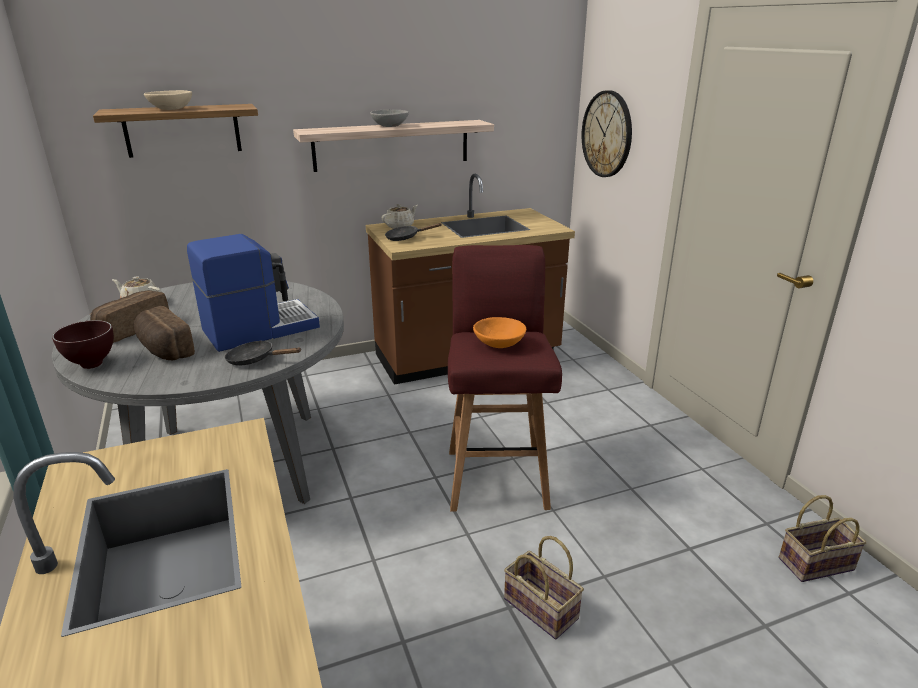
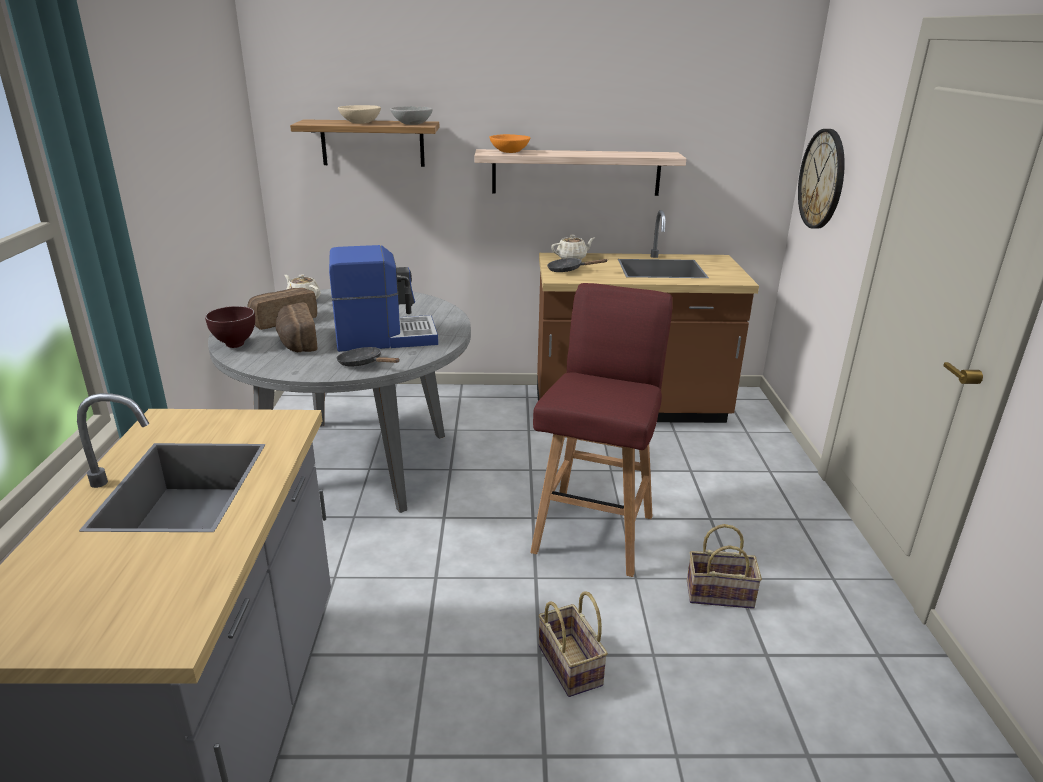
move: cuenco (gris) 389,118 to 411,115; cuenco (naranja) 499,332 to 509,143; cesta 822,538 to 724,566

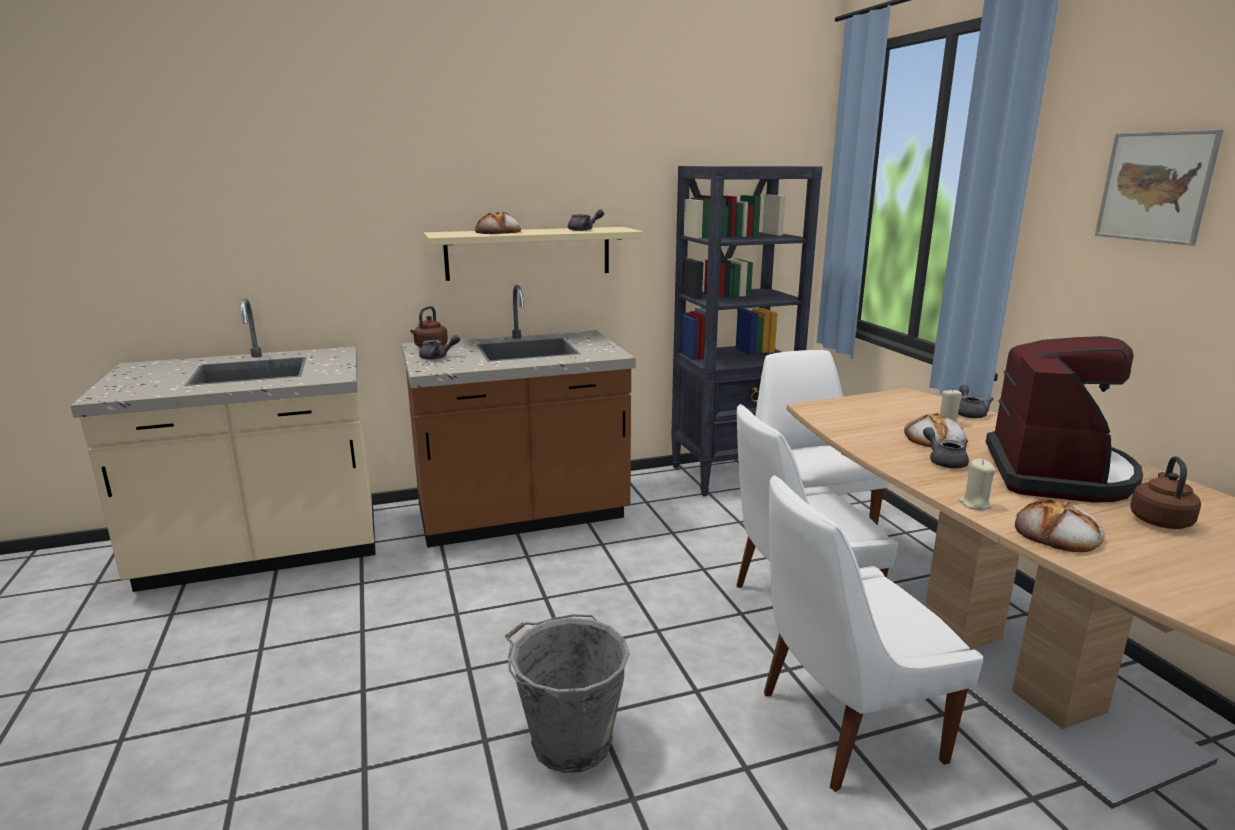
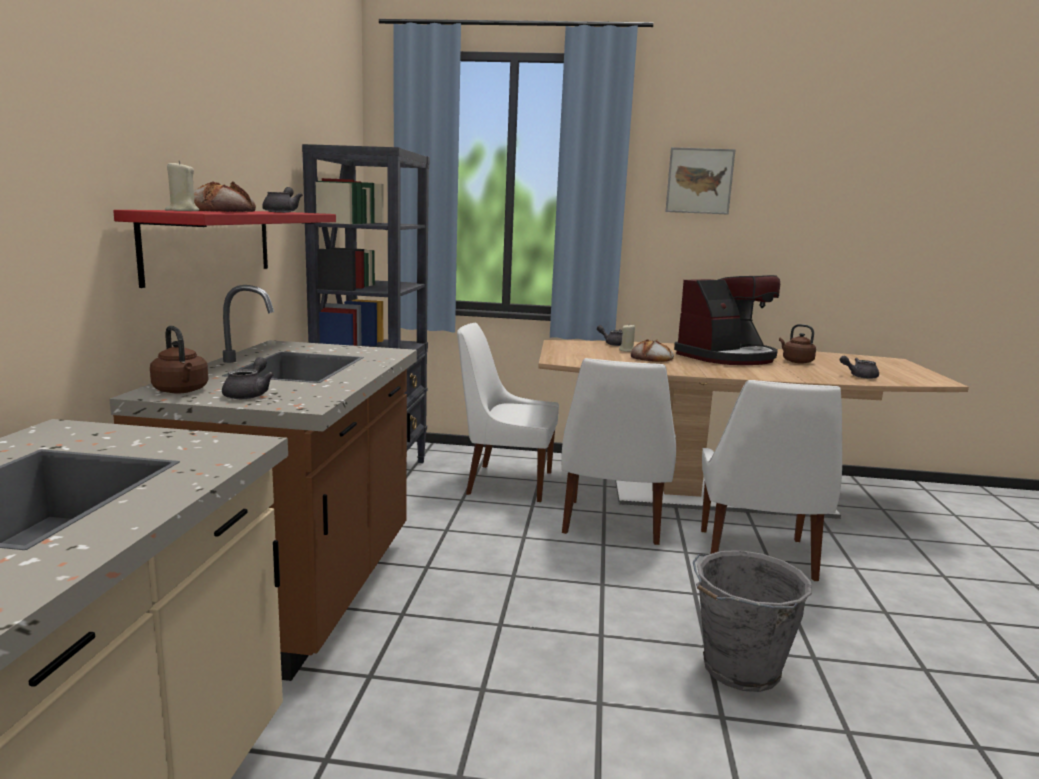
delete: pan 1060,525
move: tetera (gris) 946,448 to 859,367; vela (beis) 977,485 to 182,185
recolor: estante (beis) 533,254 to estante (rojo) 224,249
rotate: cafetera 1064,419 = 727,320 105 degrees clockwise

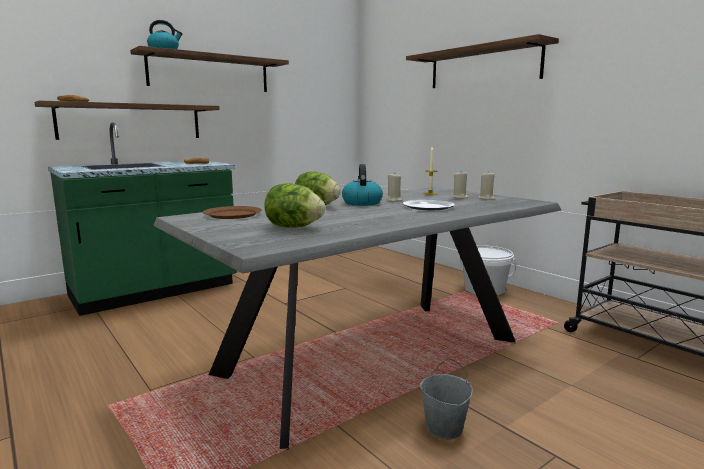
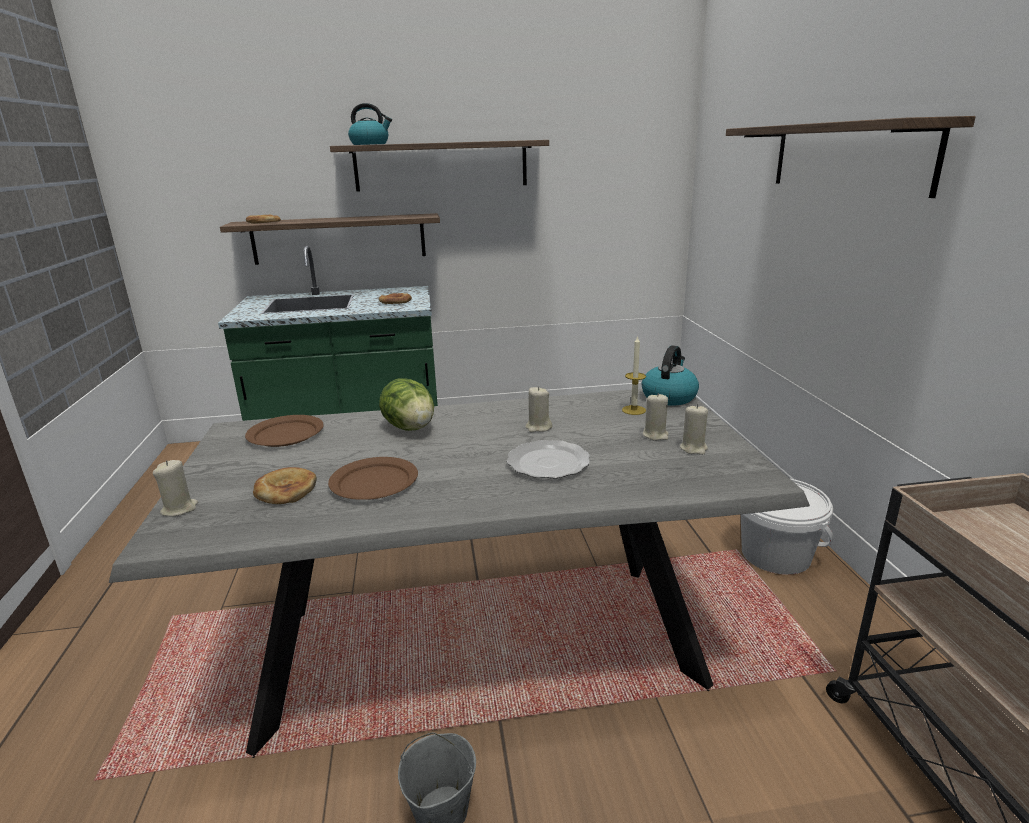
insert: plato (marrón) 373,478; vela (beis) 175,488
move: hervidor 362,185 to 670,375
replace: lechuga 294,205 to pan 285,485

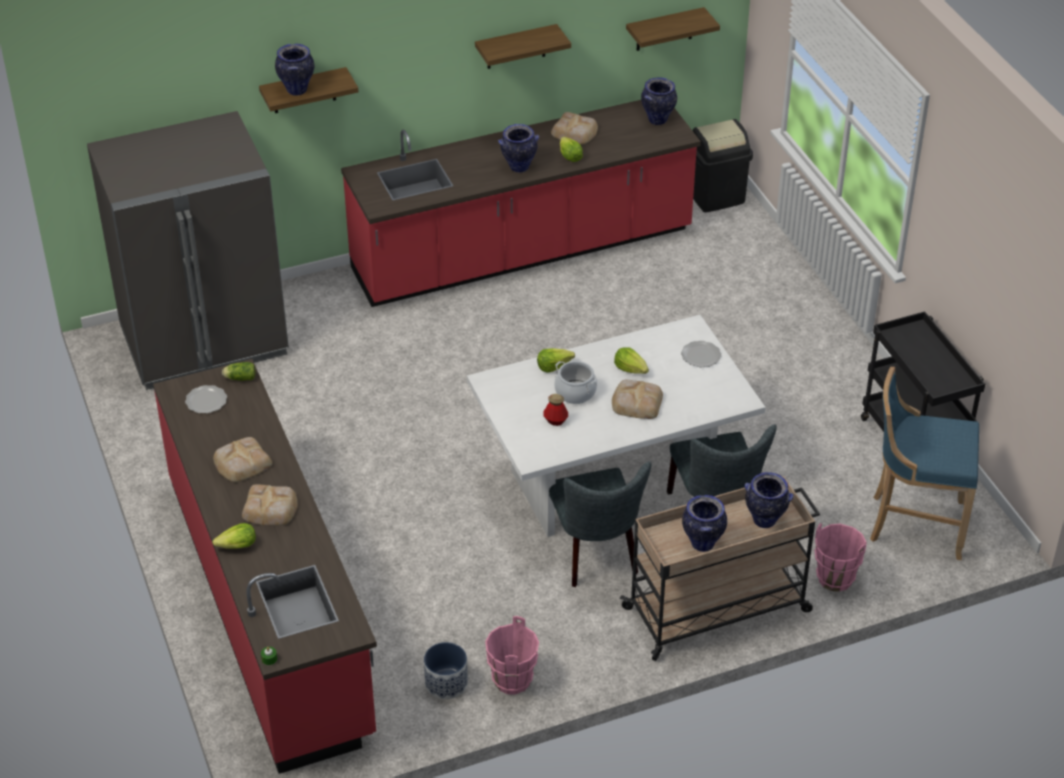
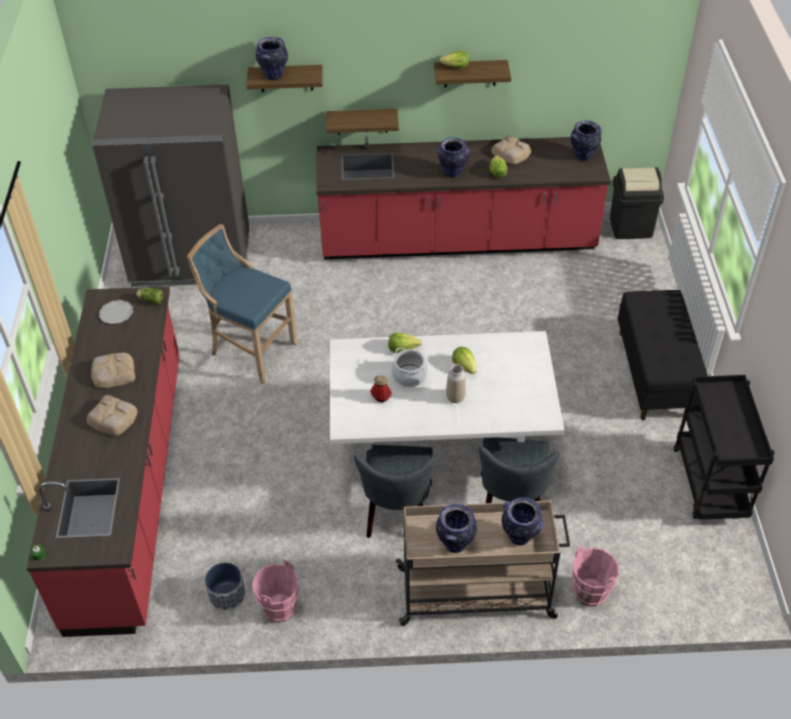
delete: plato 701,354
insert: banco (negro) 662,355
move: estante 673,29 to 362,122; taburete (azul) 924,463 to 242,304; lechuga 234,536 to 454,59
replace: pan 637,399 to florero 456,383

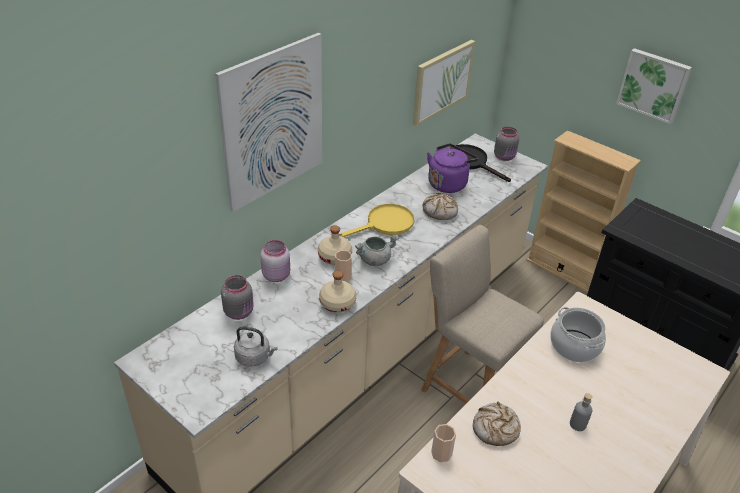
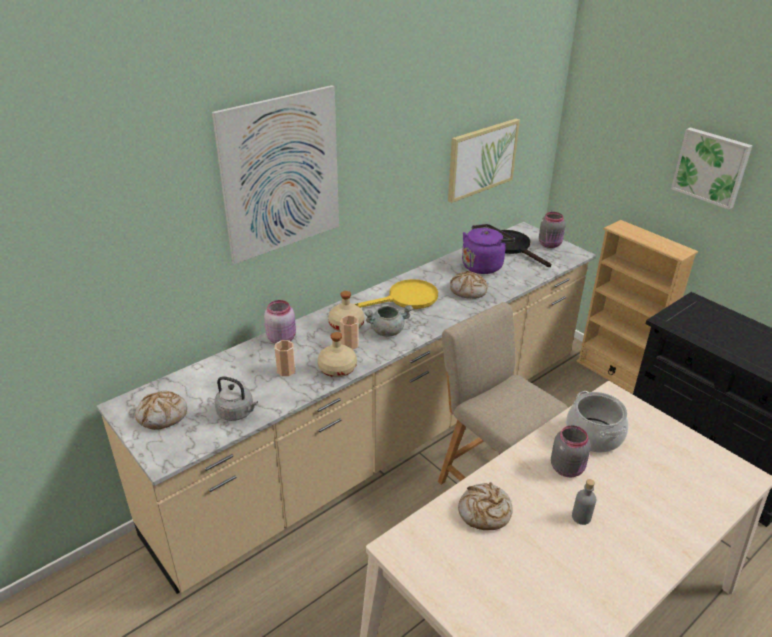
insert: pan 161,410
move: tarro (gris) 237,297 to 571,451; taza 443,443 to 285,358

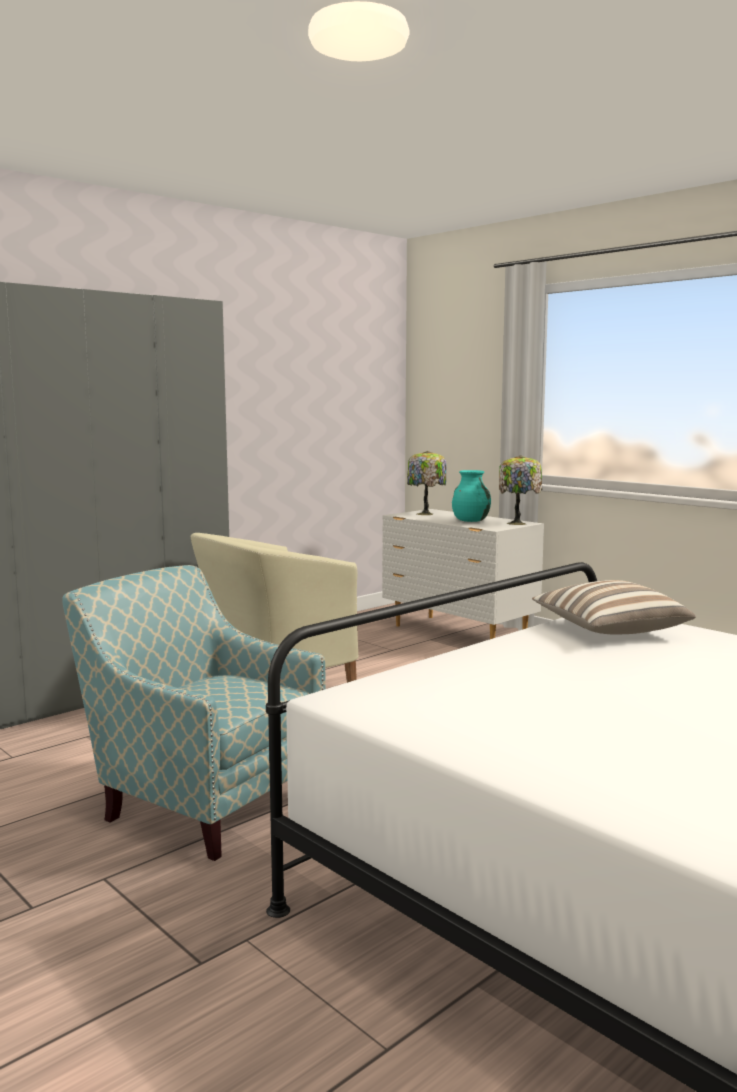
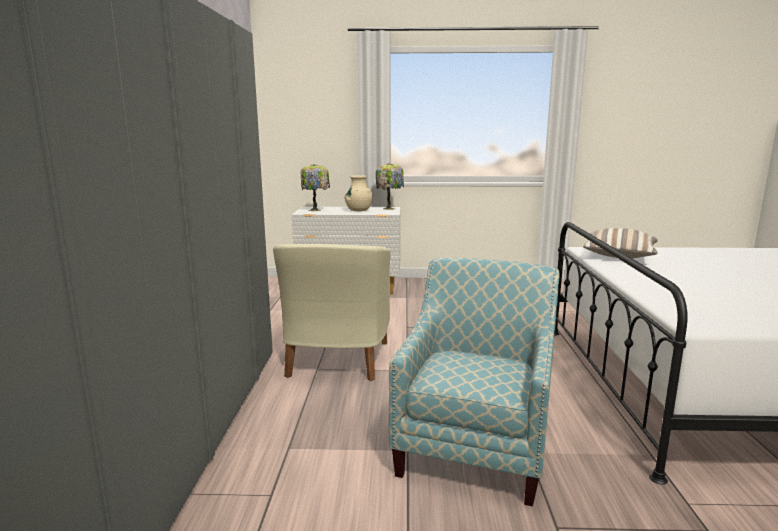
recolor: florero (turquesa) 471,496 to florero (beis) 358,193
rotate: sillón 194,713 = 474,382 120 degrees clockwise

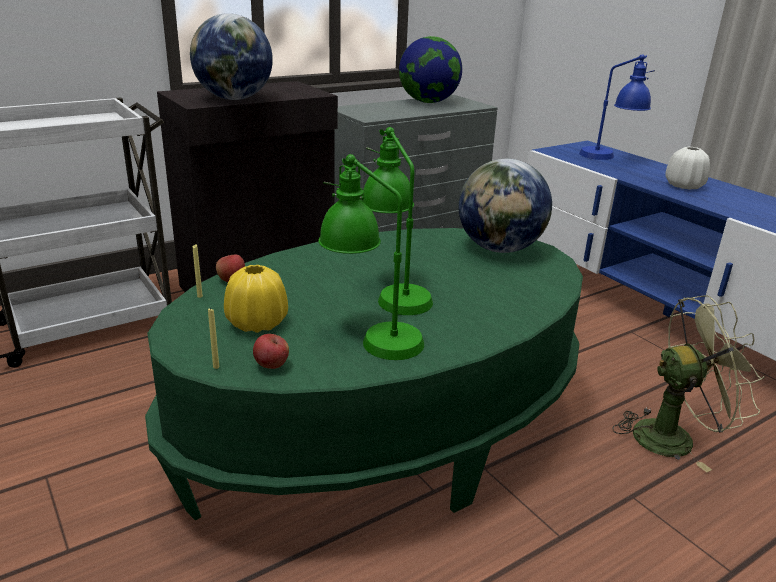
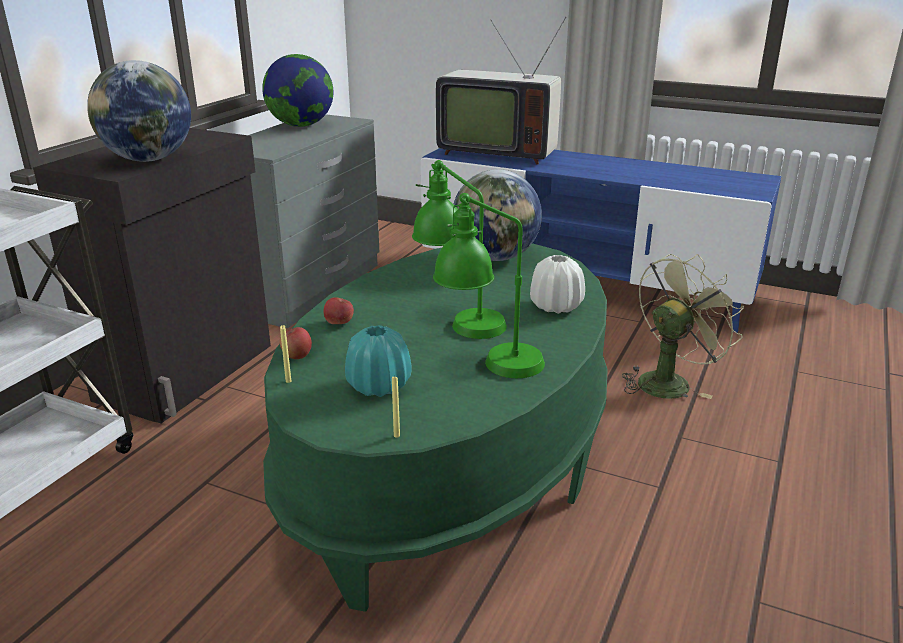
move: florero (blanco) 687,168 to 557,284; manzana 271,351 to 338,310
replace: lámpara de mesa (azul) 617,107 to televisor 501,91
recolor: florero (amarillo) 256,299 to florero (turquesa) 378,361

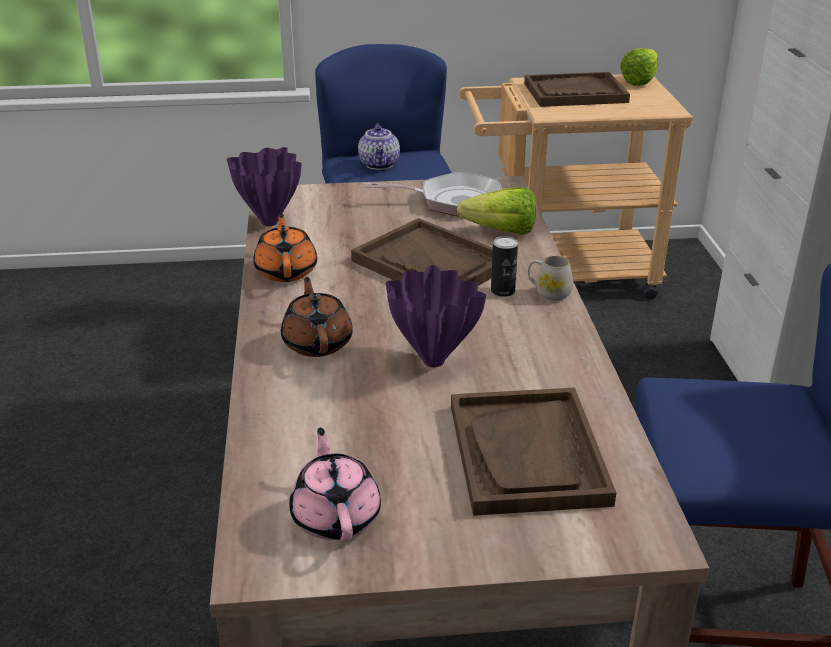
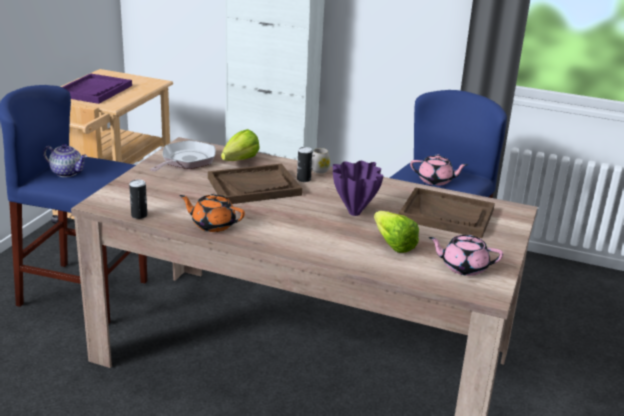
delete: tetera (marrón) 317,317
insert: tetera (rosa) 439,170
move: lechuga 639,67 to 396,232
replace: florero (morado) 264,186 to lata 138,199
recolor: bandeja (marrón) 577,89 to bandeja (morado) 97,88

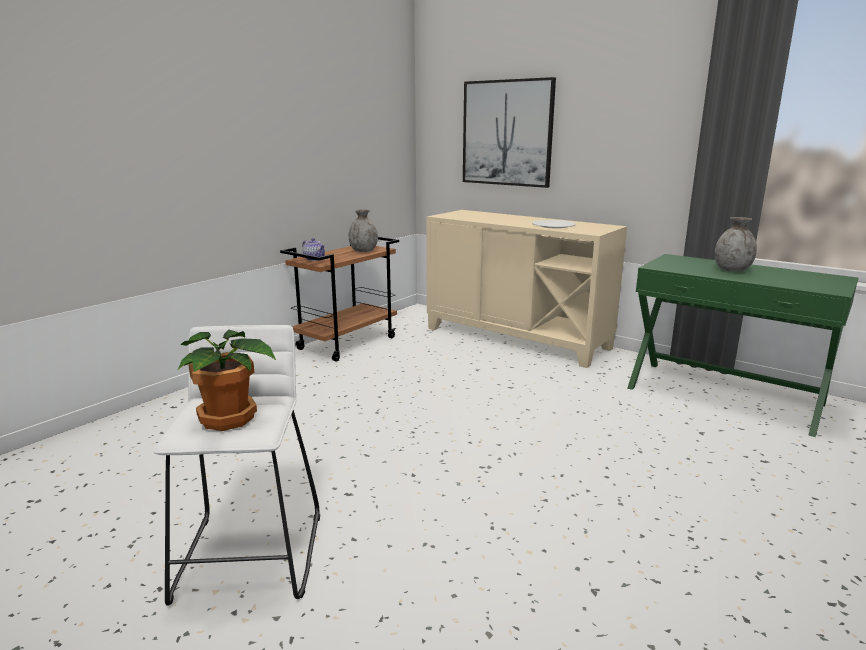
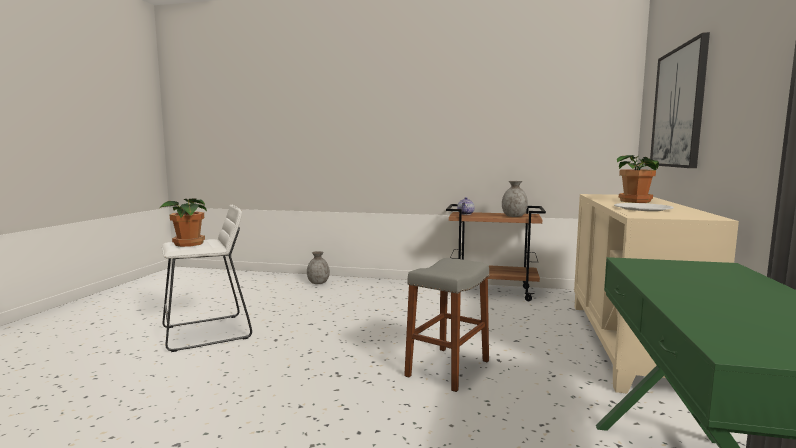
insert: planta en maceta 638,179; taburete (gris) 446,325
move: florero (gris) 736,244 to 318,267

